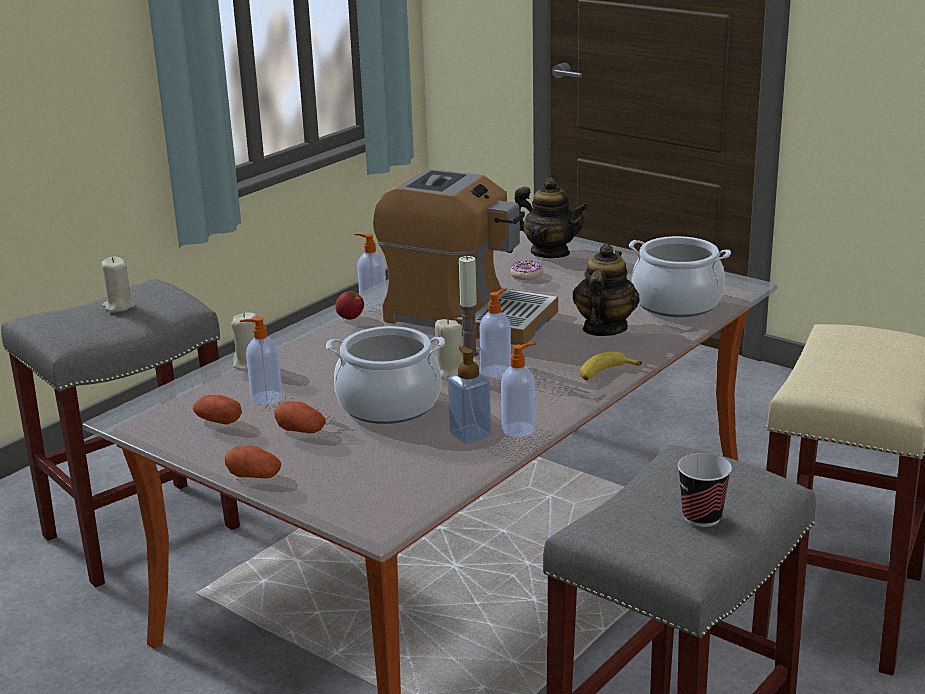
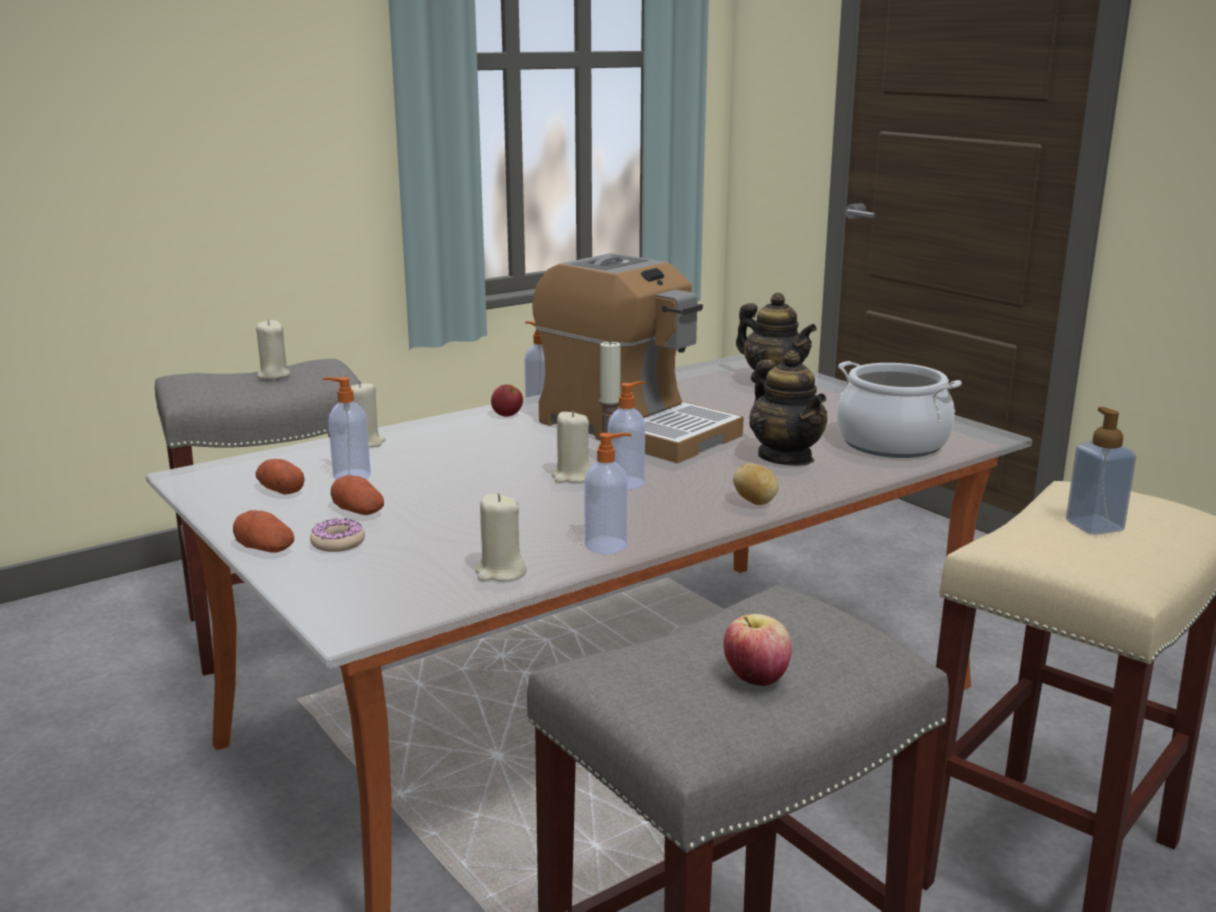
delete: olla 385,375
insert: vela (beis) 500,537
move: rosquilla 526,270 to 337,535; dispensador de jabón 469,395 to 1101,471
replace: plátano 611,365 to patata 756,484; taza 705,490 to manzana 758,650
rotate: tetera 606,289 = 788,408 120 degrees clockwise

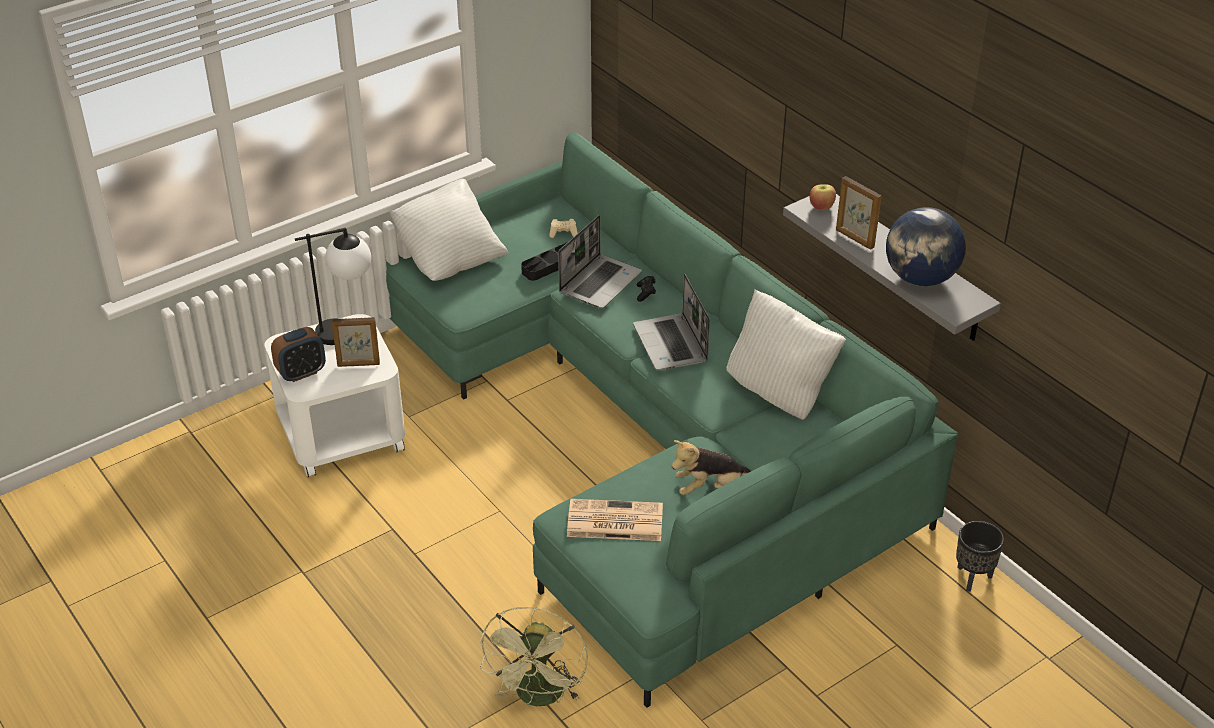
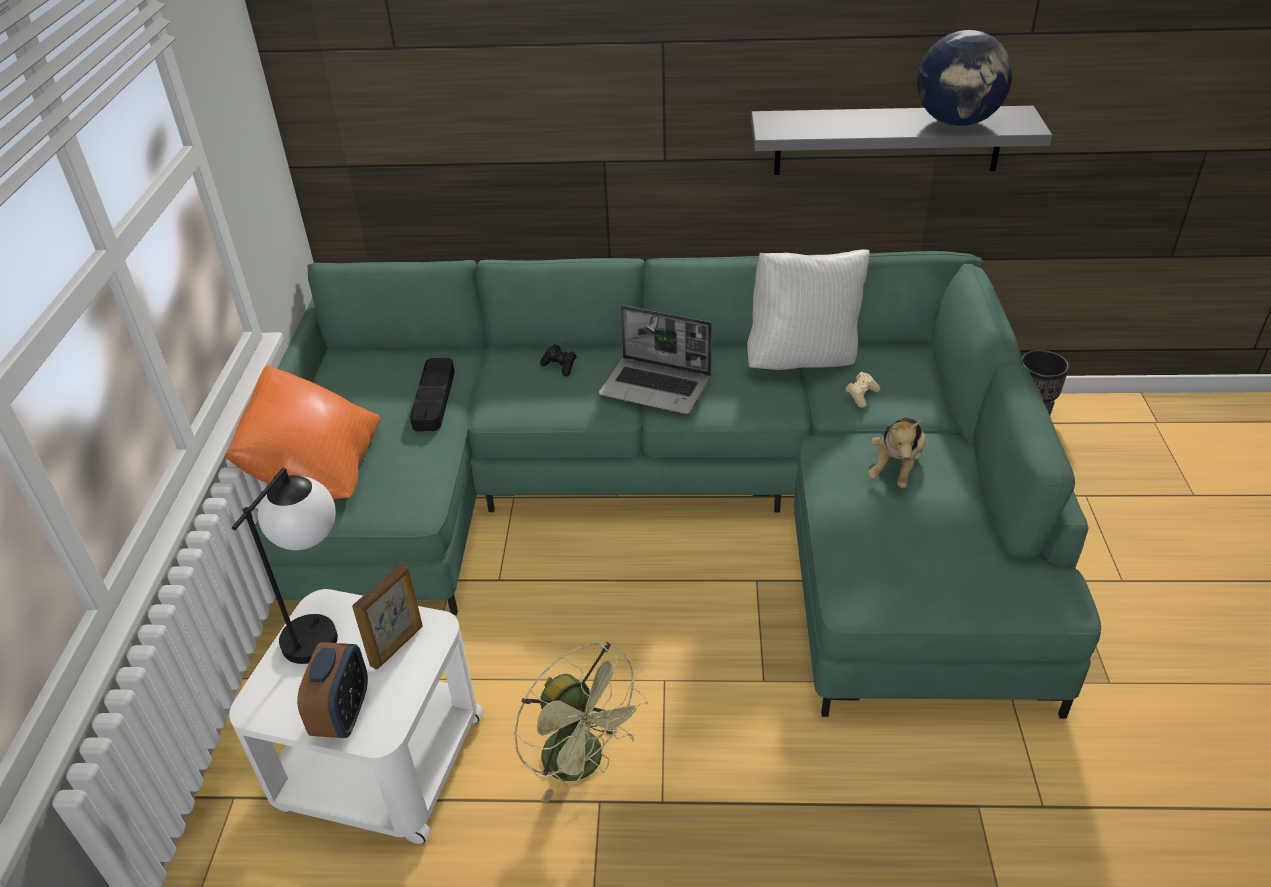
delete: portarretratos 858,213; manzana 823,197; portátil 600,261; periódico 615,520
move: mando de consola (beis) 563,228 to 863,390; ventilador (verde) 534,656 to 581,723
recolor: cojín (blanco) 448,230 to cojín (naranja) 302,432

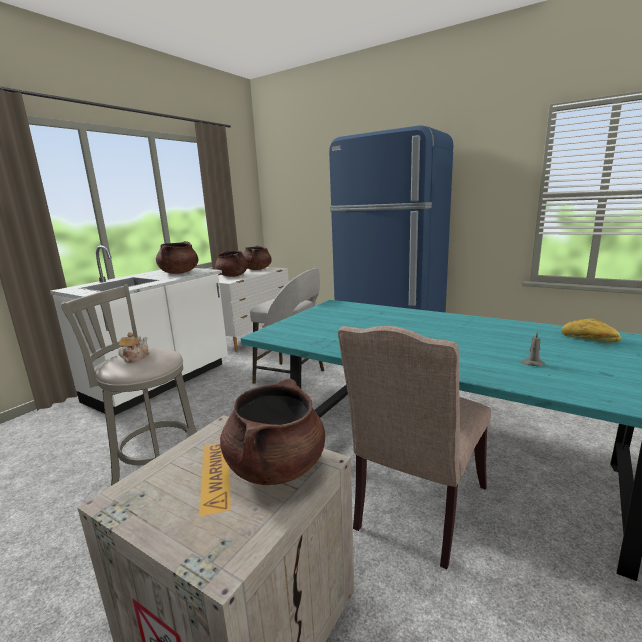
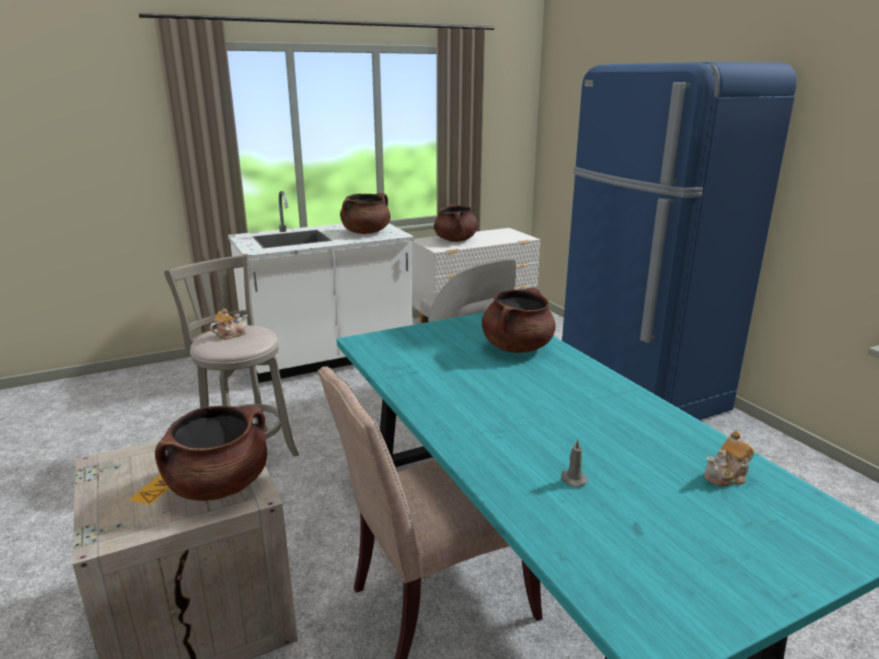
move: olla (marrón) 257,258 to 519,320
replace: pan 591,330 to tetera 729,458

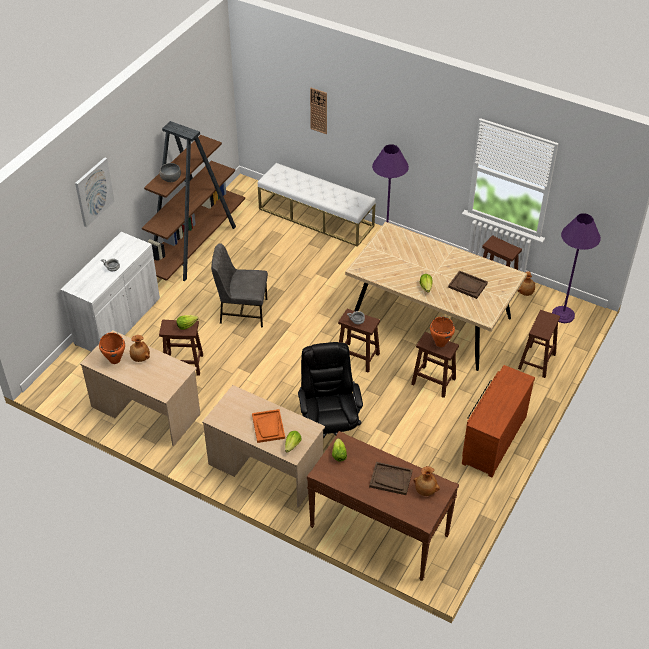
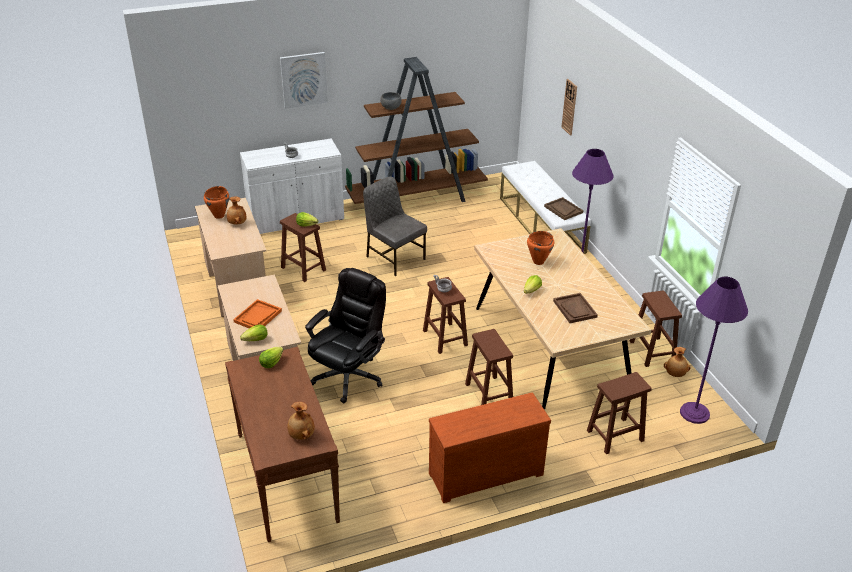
move: olla (naranja) 442,331 to 540,248; bandeja (marrón) 391,478 to 563,208

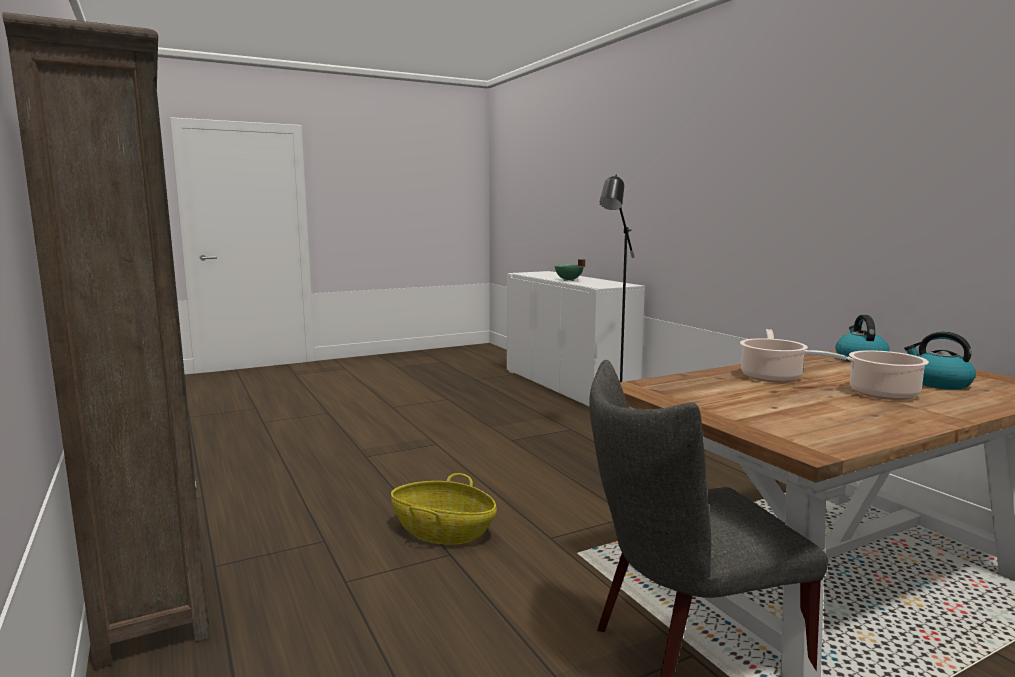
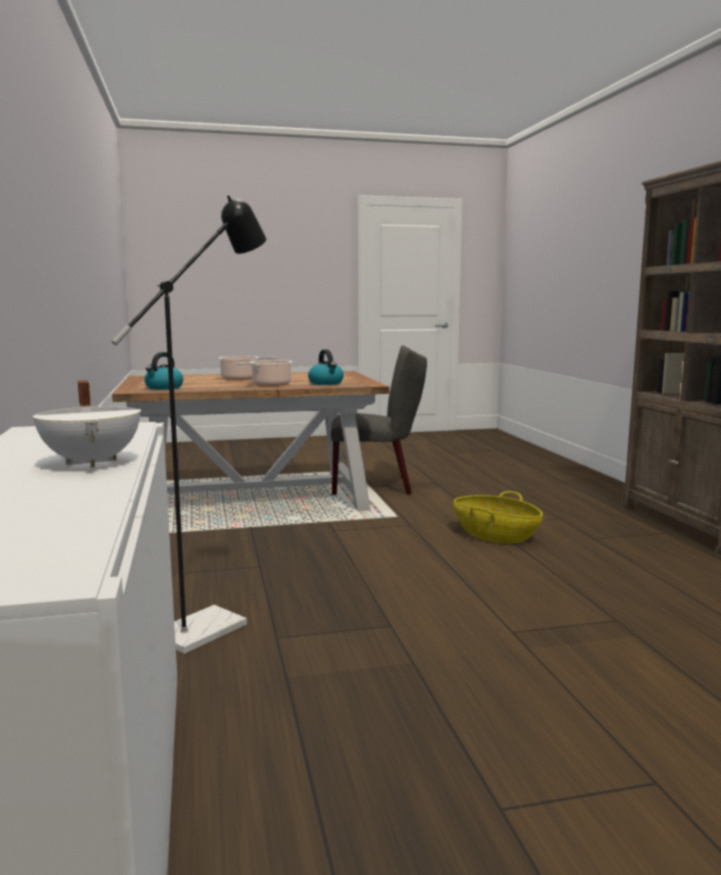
move: hervidor 940,360 to 326,367
recolor: olla (verde) 570,270 to olla (blanco) 86,423

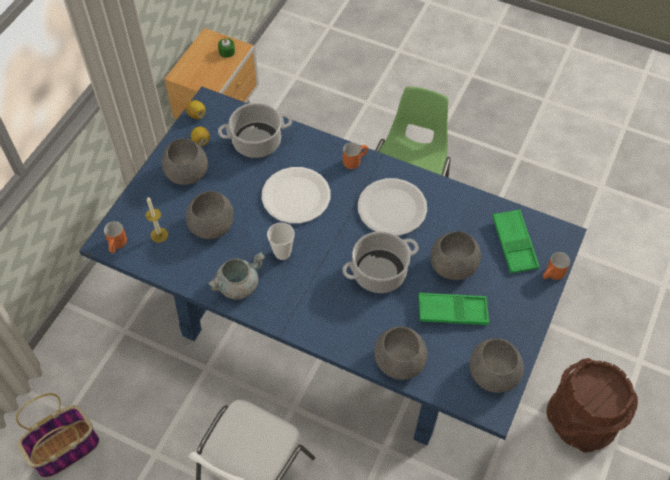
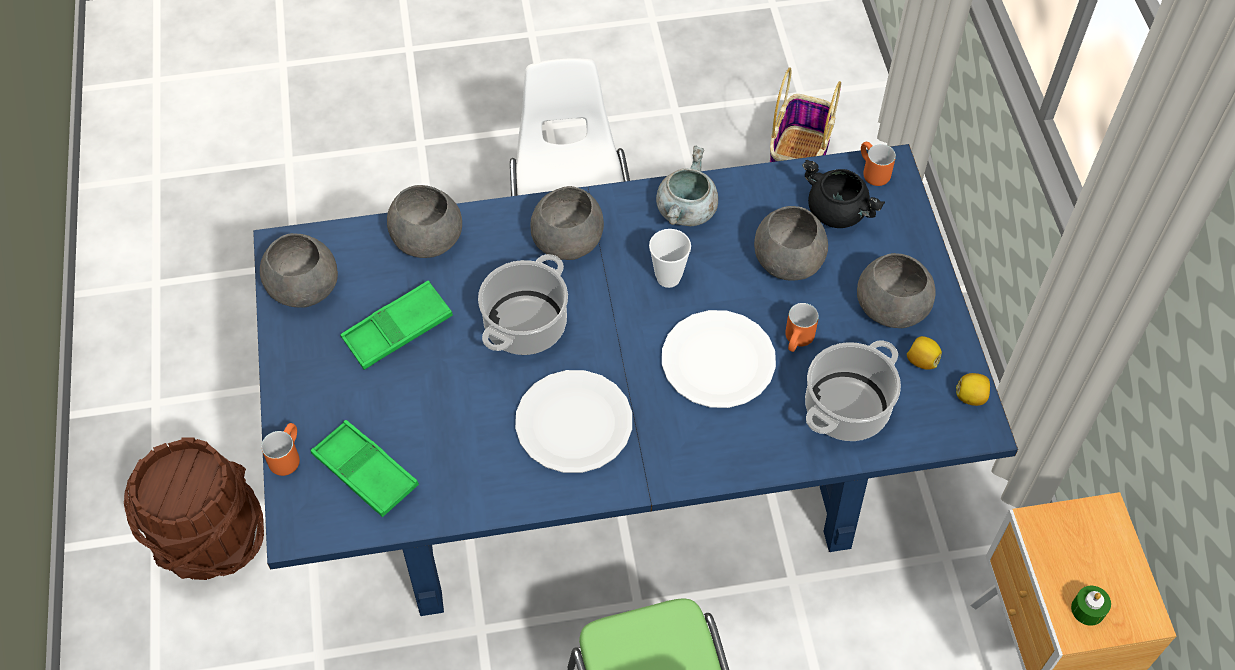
move: taza grande (naranja) 355,155 to 802,327; cuenco (gris) 455,255 to 567,223
replace: vela 157,220 to olla (negro) 843,194

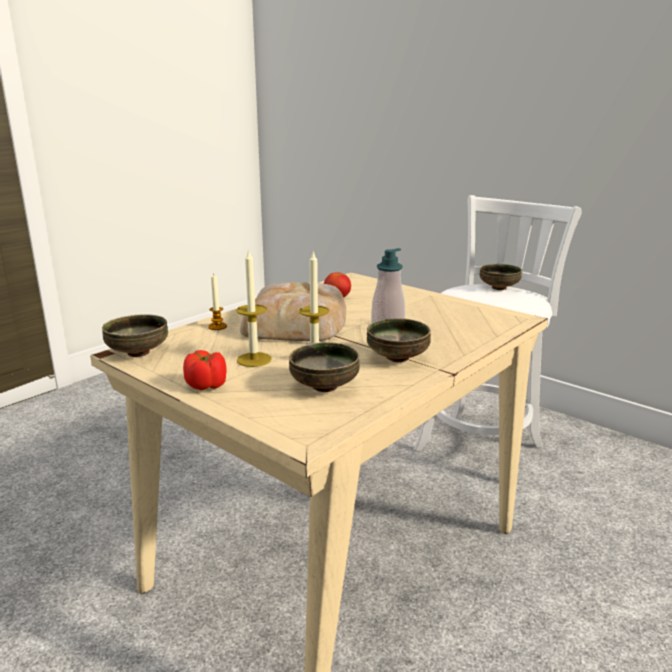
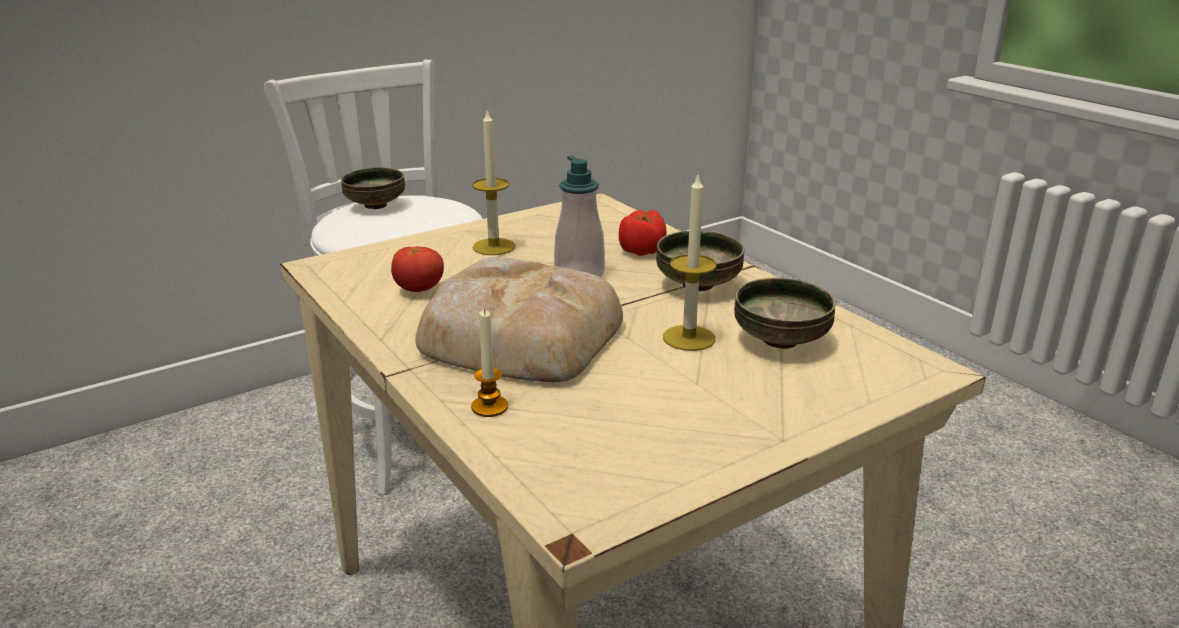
delete: cuenco 135,336
move: vela 254,308 to 493,182; tomate 204,370 to 642,233

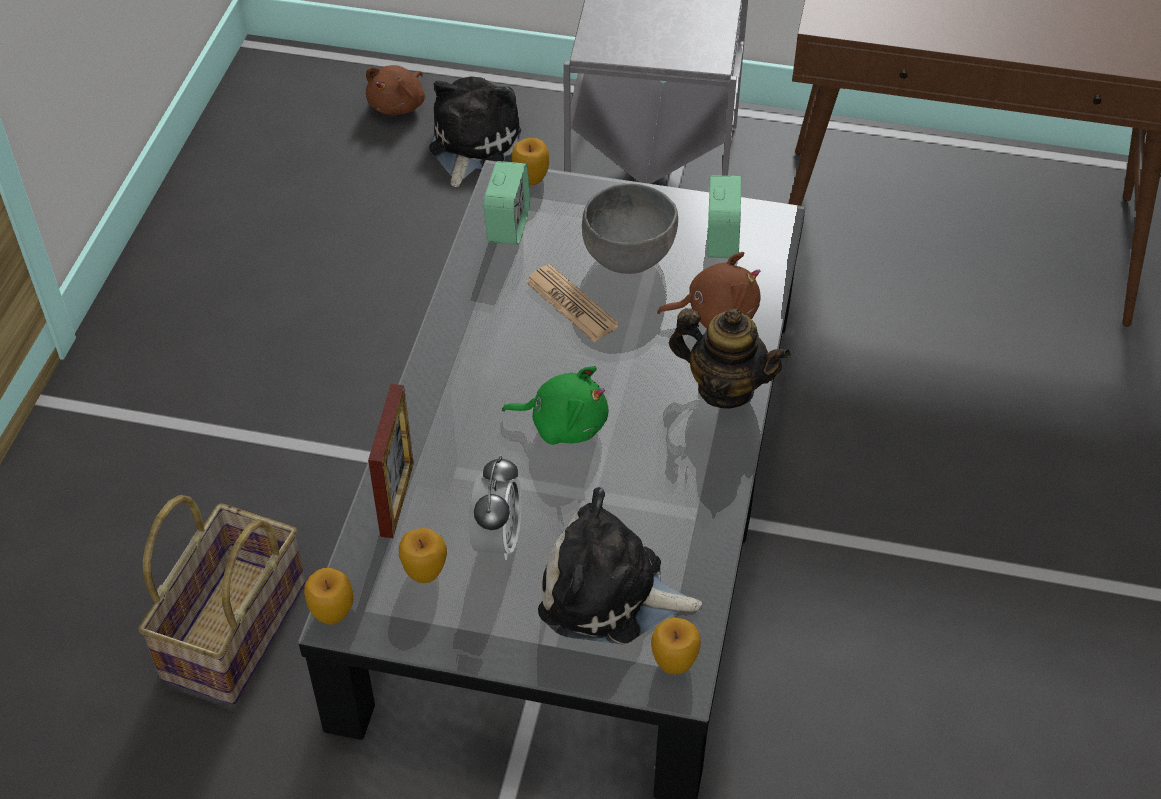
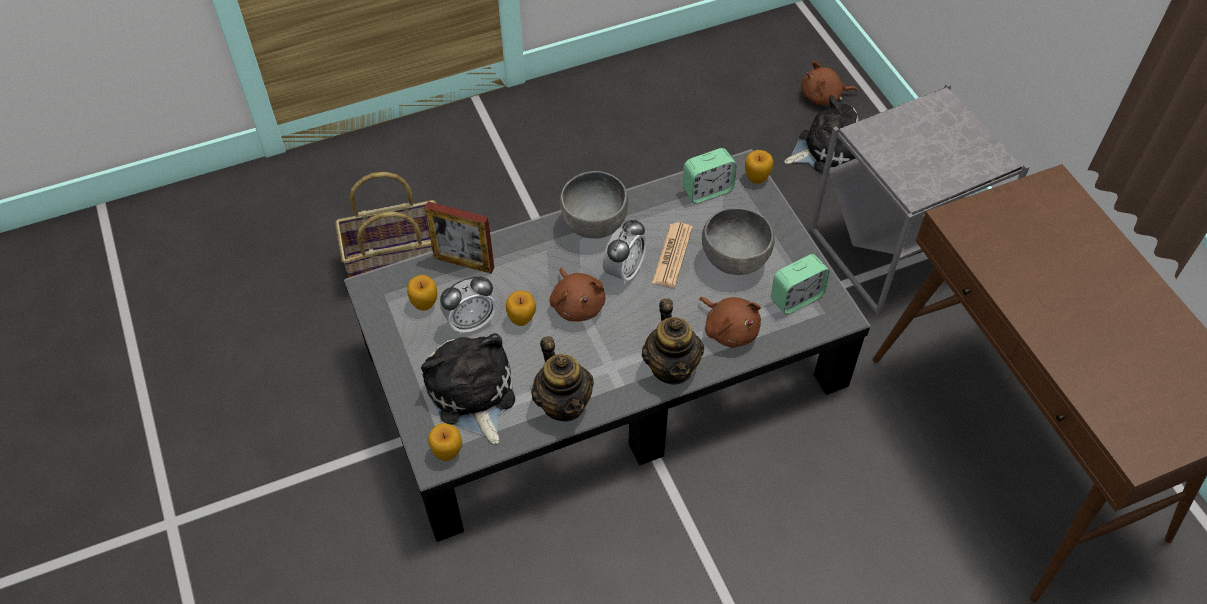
insert: cuenco (gris) 594,205; despertador 625,252; tetera 563,379
move: manzana 328,596 to 521,308
recolor: peluche (verde) 555,405 to peluche (marrón) 577,294
rotate: portarretratos 391,461 = 459,237 45 degrees clockwise

